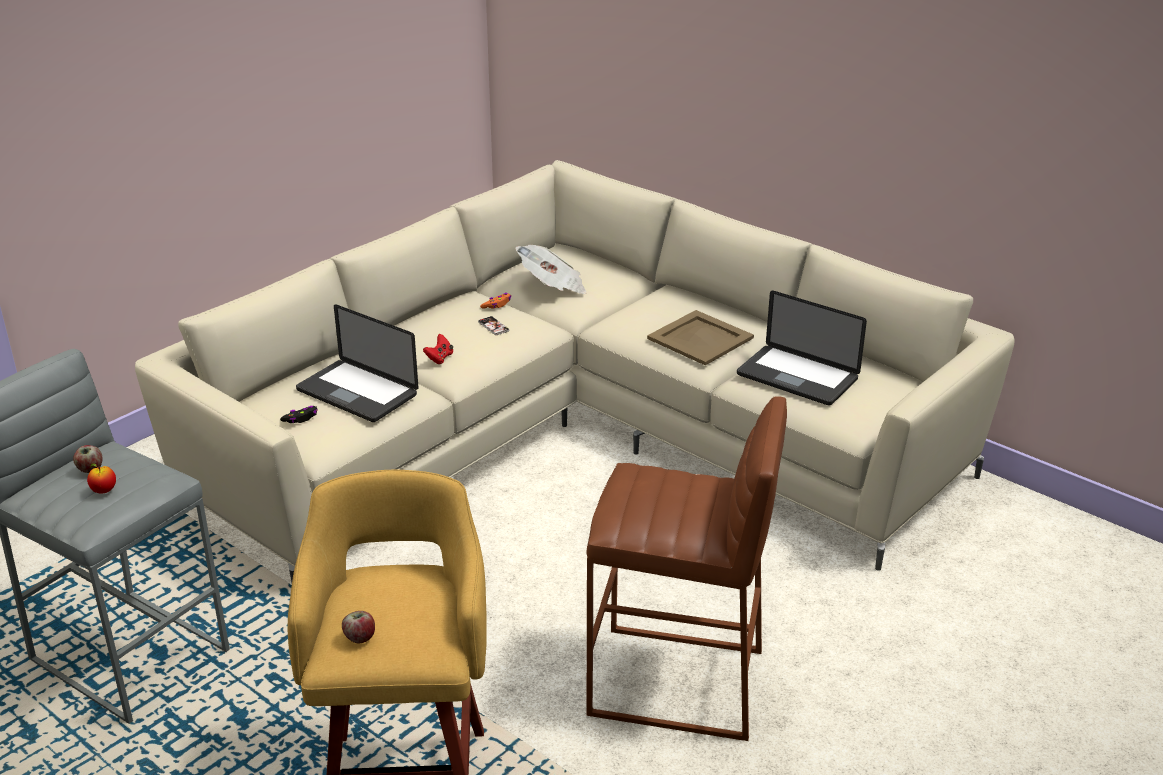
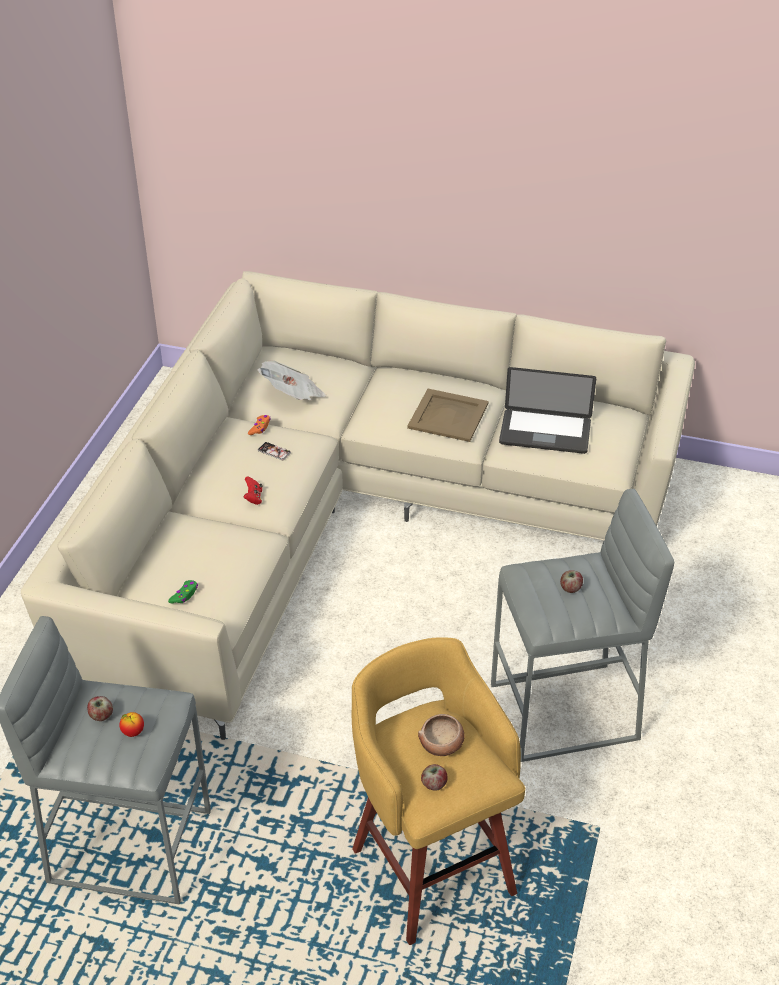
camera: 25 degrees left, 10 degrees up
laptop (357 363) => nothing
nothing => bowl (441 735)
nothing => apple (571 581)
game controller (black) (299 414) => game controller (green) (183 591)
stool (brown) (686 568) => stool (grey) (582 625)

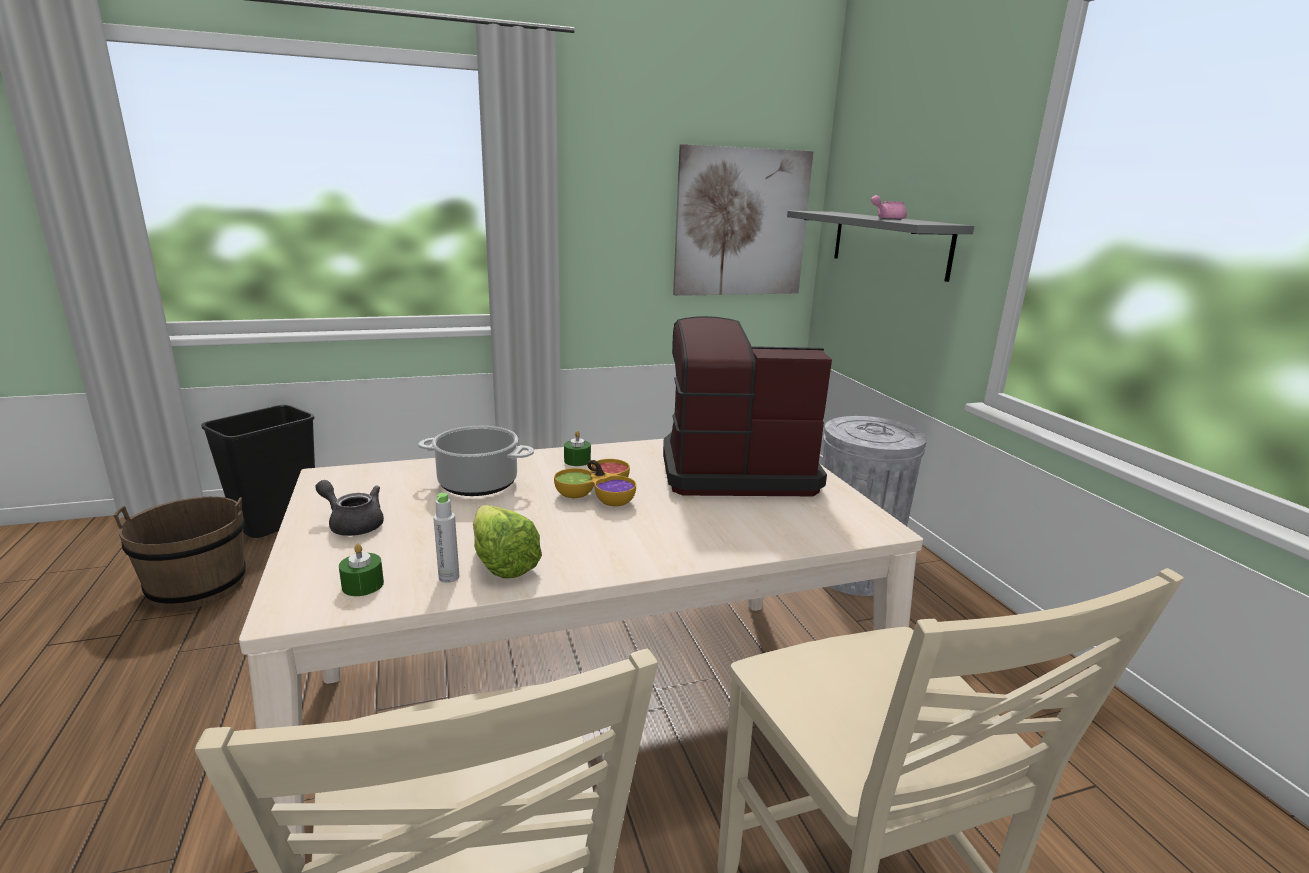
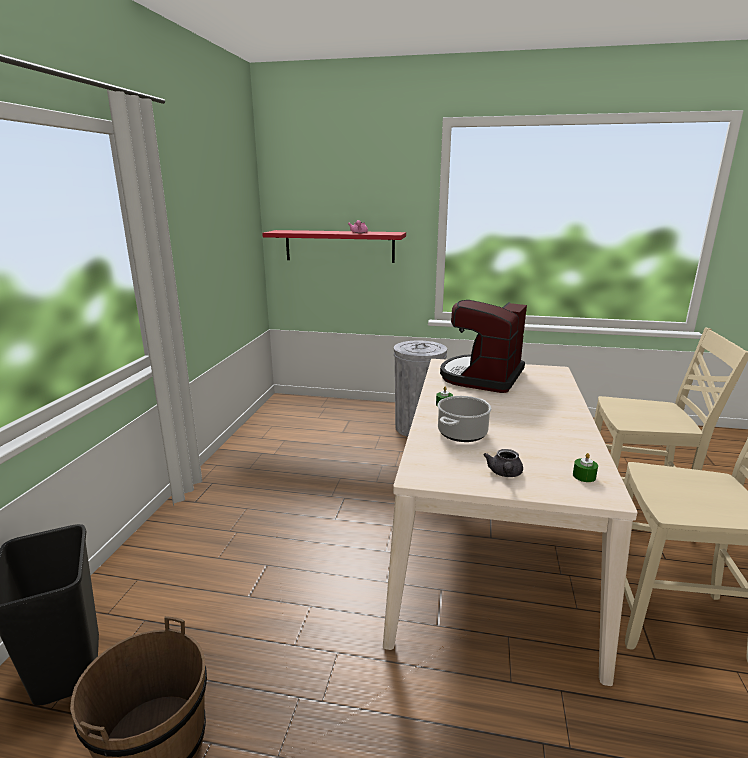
camera: 60 degrees left, 0 degrees up
bottle (grey) (446 538) => nothing
lettuce (507 541) => nothing
bowl (595 482) => nothing
picture (743 220) => nothing
shelf (grey) (880 246) => shelf (red) (334 246)
teapot (grey) (349 508) => teapot (grey) (503 463), 45 degrees counterclockwise

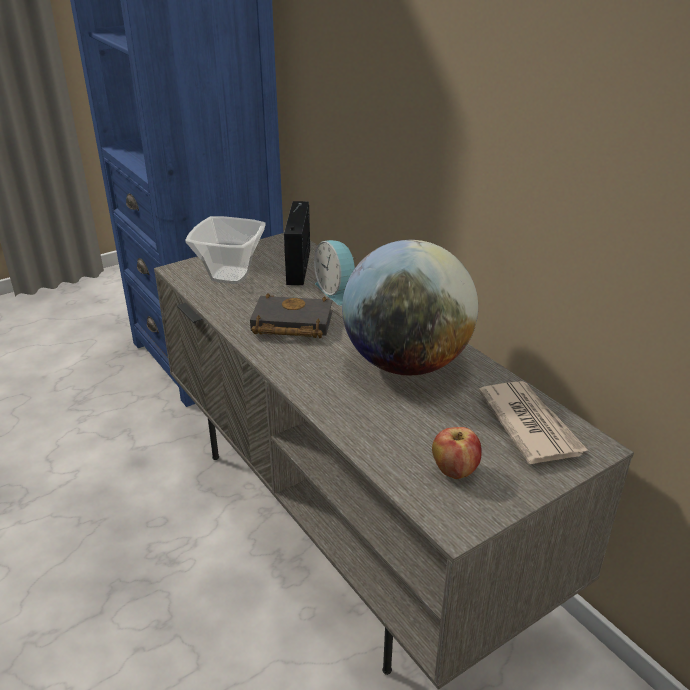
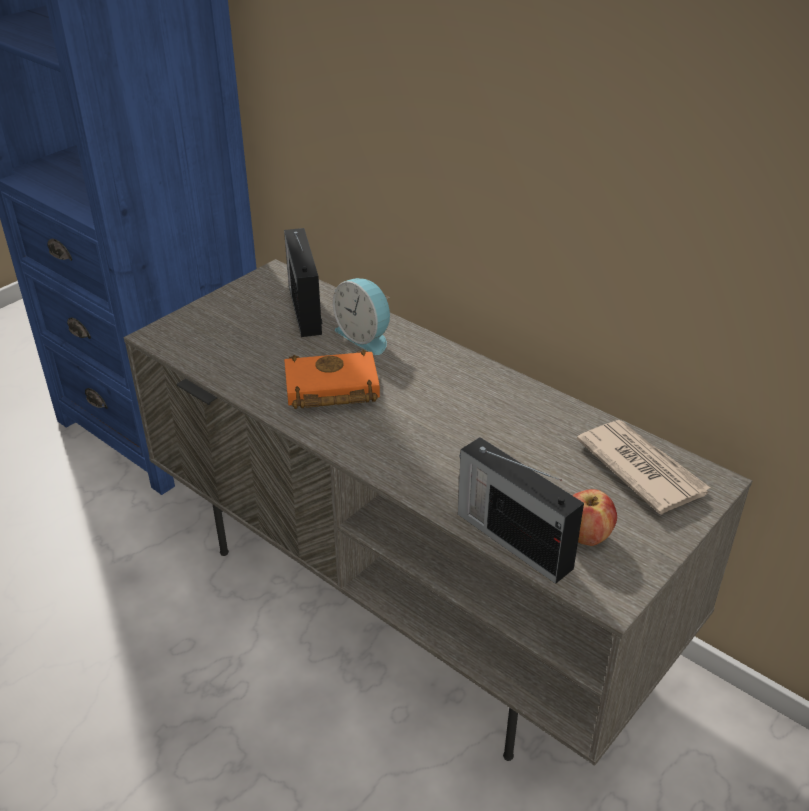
camera: 15 degrees left, 5 degrees up
bowl (225 250) => nothing
globe (410 307) => nothing
nothing => radio (521 510)
book (black) (291 315) => book (orange) (332 379)

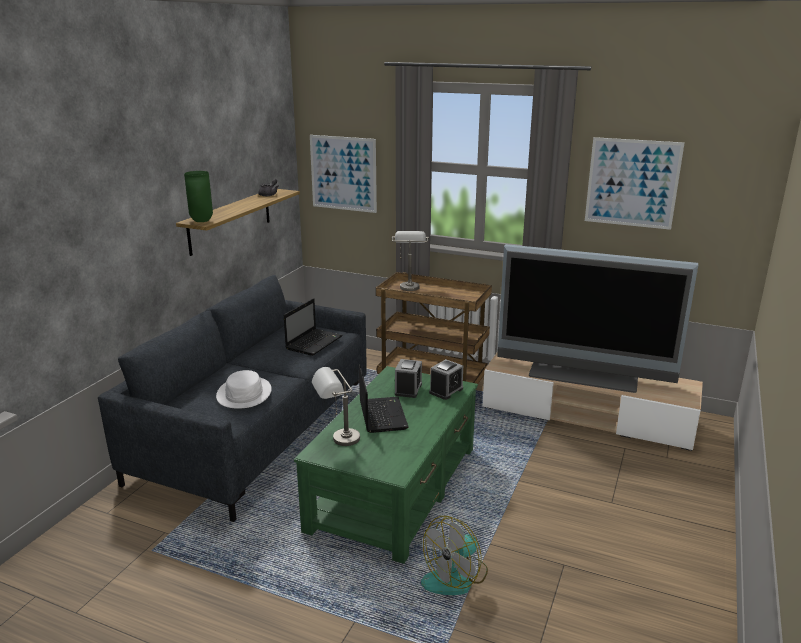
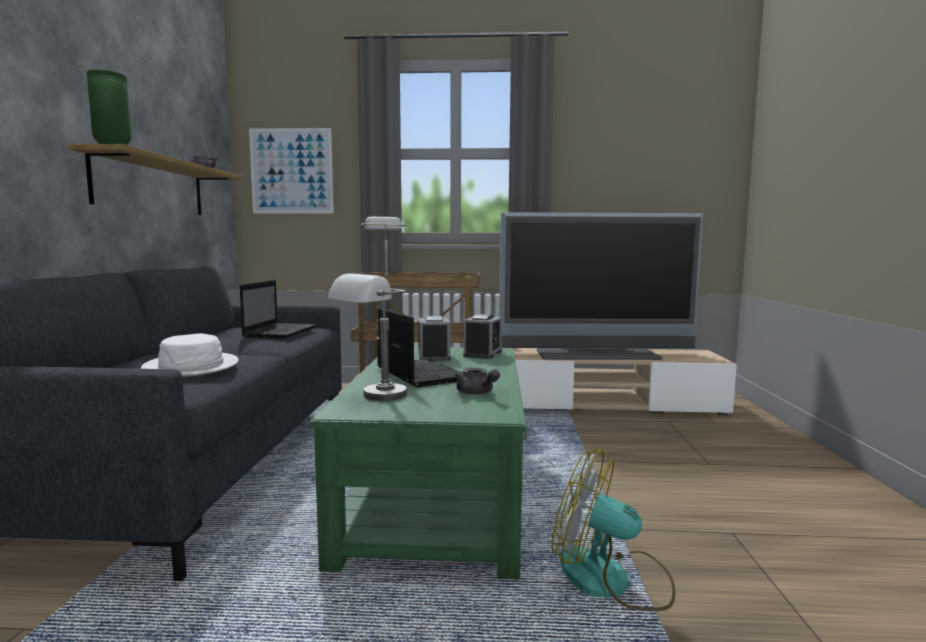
camera: 20 degrees left, 15 degrees down
picture (634 183) => nothing
nothing => teapot (grey) (477 381)
fan (454 555) => fan (613 530), 90 degrees clockwise

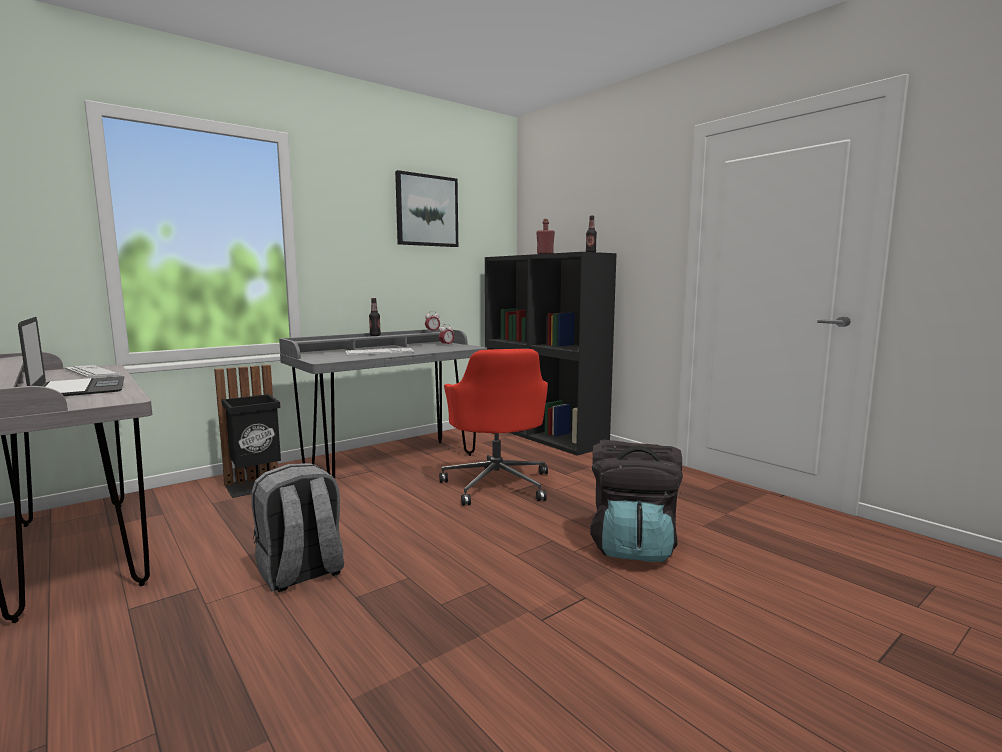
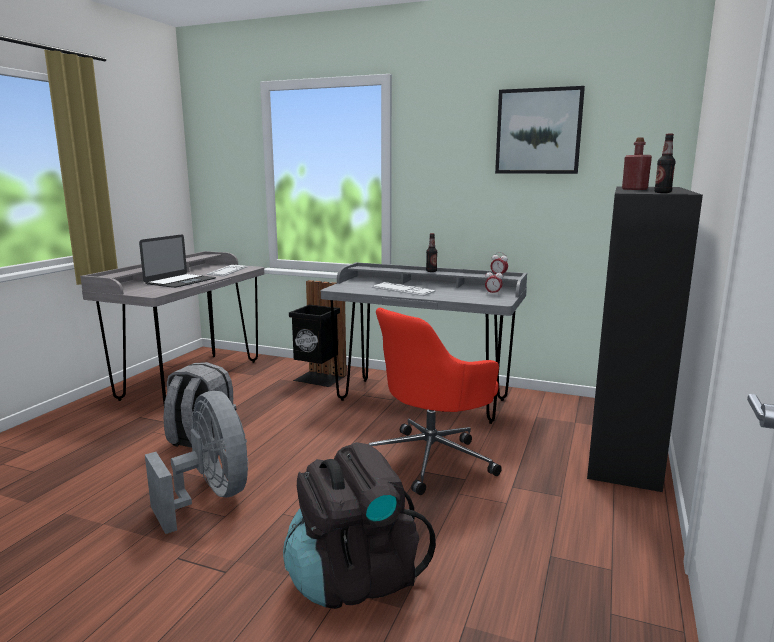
camera: 60 degrees right, 5 degrees up
nothing => fan (grey) (196 462)

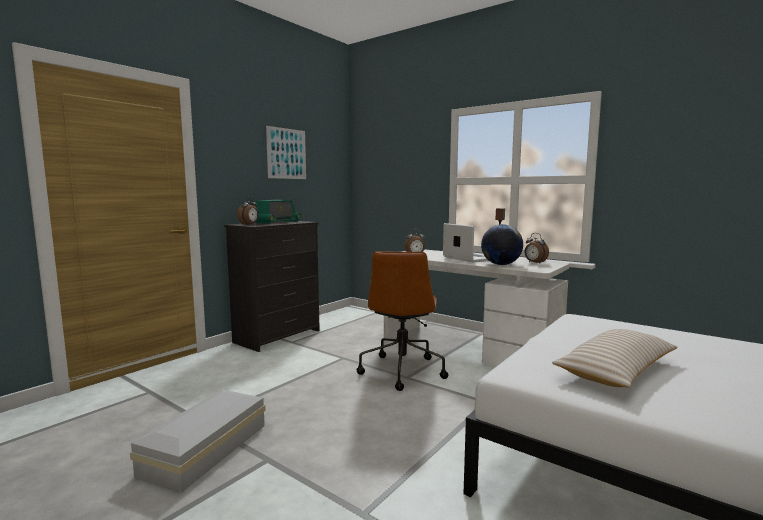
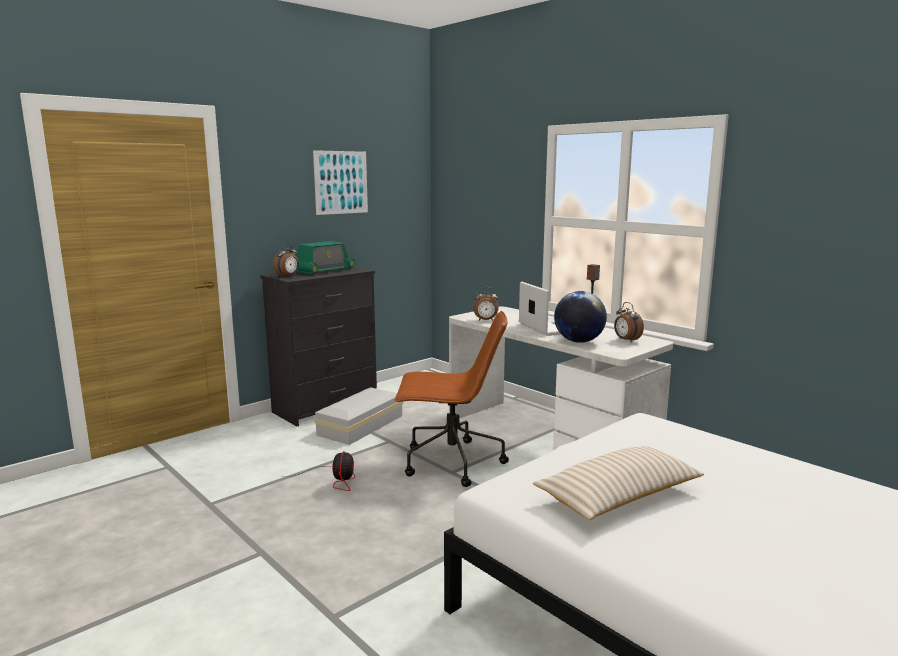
camera: 10 degrees right, 5 degrees up
nothing => fan (319 471)
storage box (white) (198 440) => storage box (white) (358 416), relocated
office chair (brown) (402 321) => office chair (brown) (452 399), 105 degrees counterclockwise

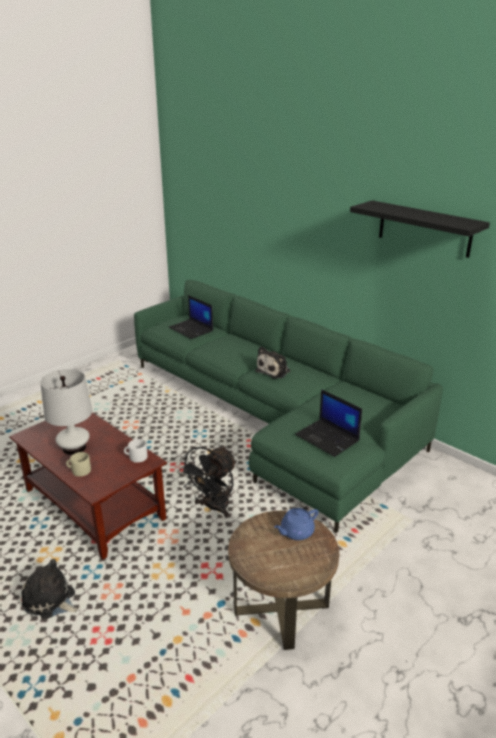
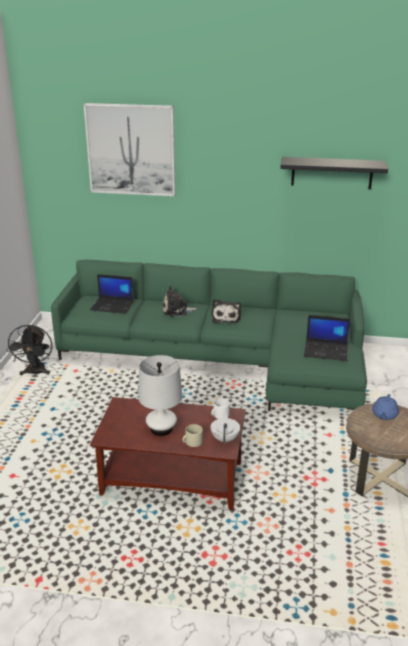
camera: 35 degrees left, 0 degrees up
nothing => picture (129 149)
nothing => teapot (white) (225 428)
plush toy (49 589) => plush toy (180 301), relocated
fan (black) (207 481) => fan (black) (30 350), relocated

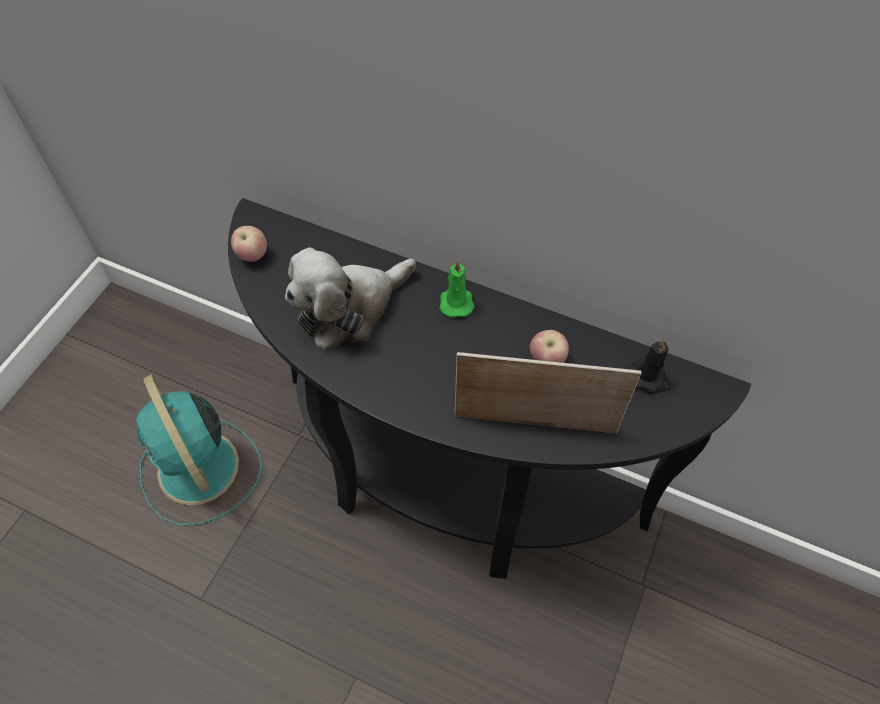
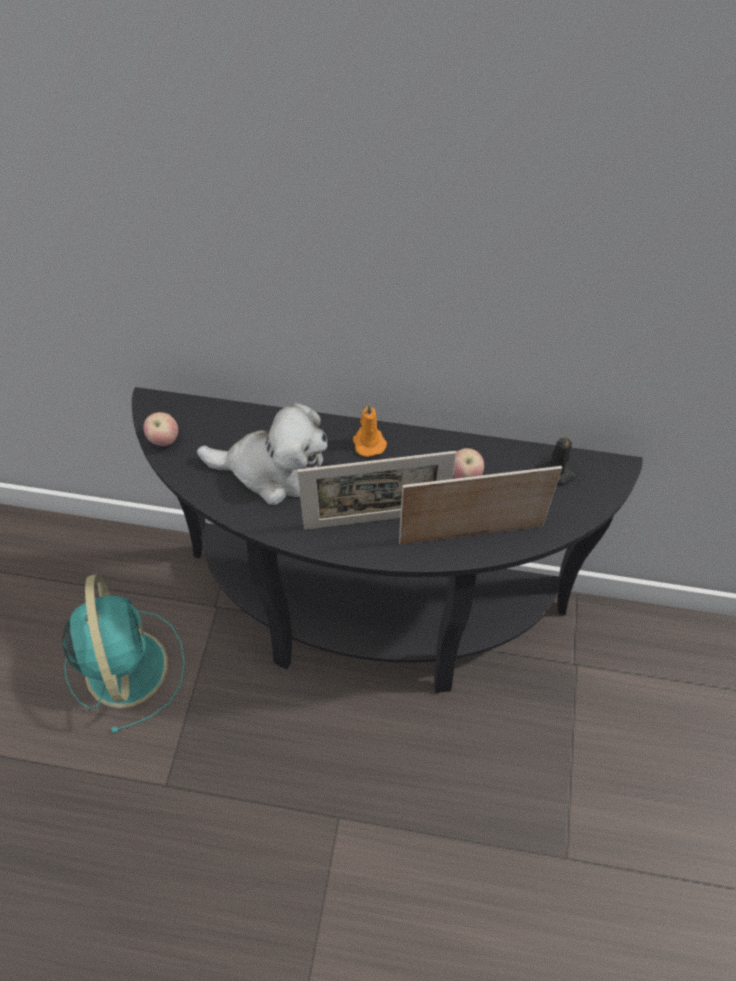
camera: 15 degrees left, 0 degrees up
nothing => picture frame (376 490)
candle (green) (457 288) => candle (orange) (370 430)
fan (turquoise) (199 450) => fan (turquoise) (123 653), 150 degrees counterclockwise
plush toy (350 299) => plush toy (262 453), 120 degrees counterclockwise

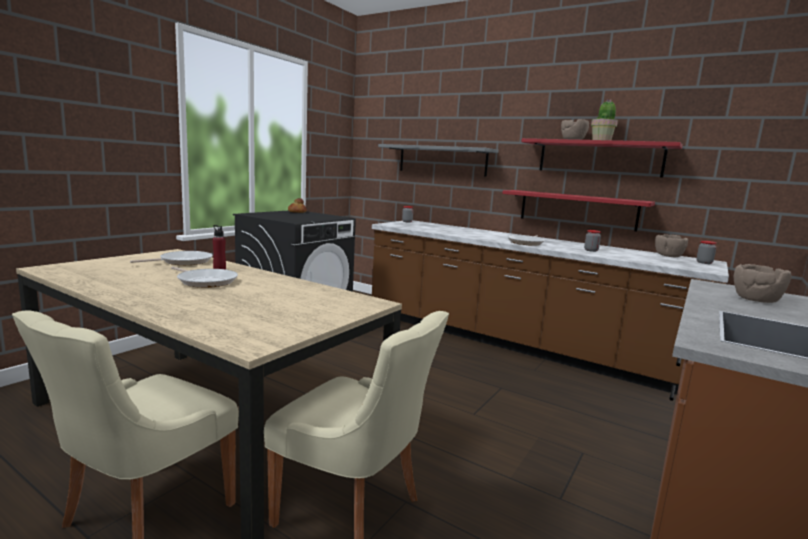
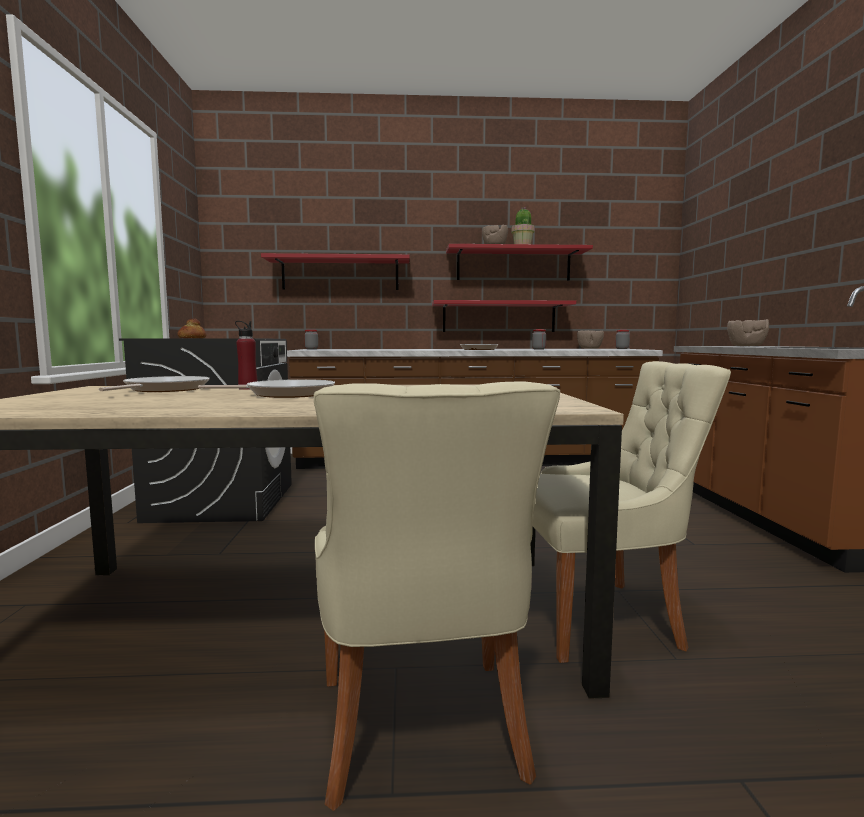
camera: 35 degrees left, 5 degrees down
shelf (grey) (438 160) => shelf (red) (335 271)

